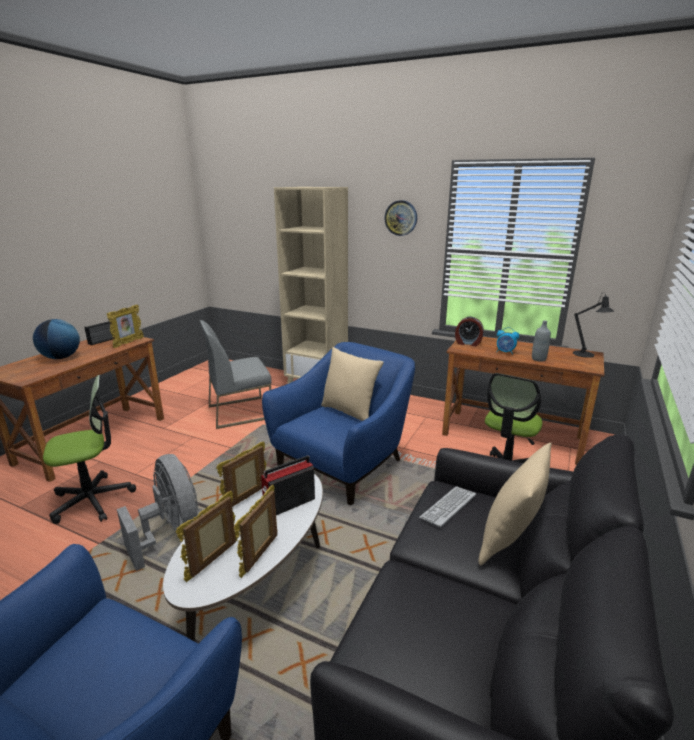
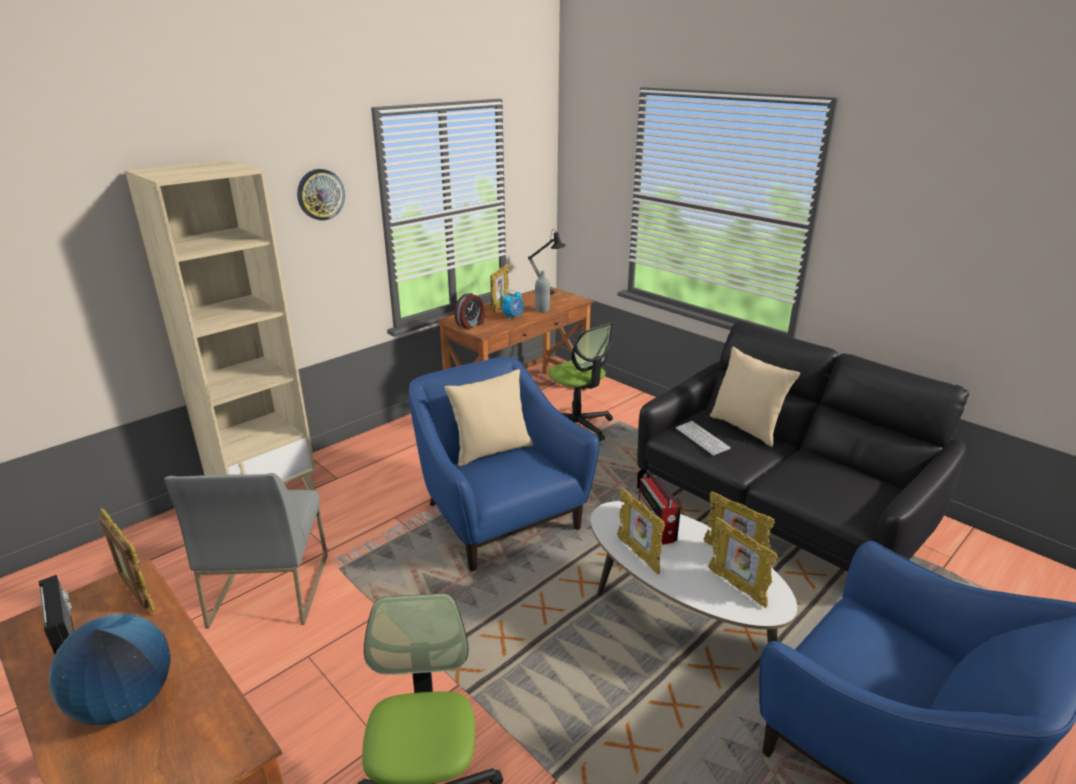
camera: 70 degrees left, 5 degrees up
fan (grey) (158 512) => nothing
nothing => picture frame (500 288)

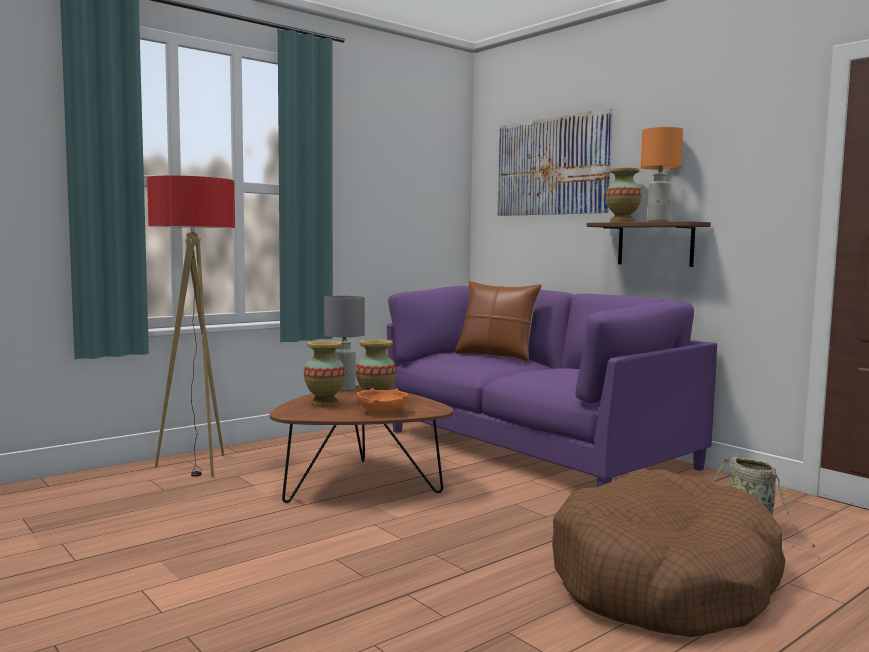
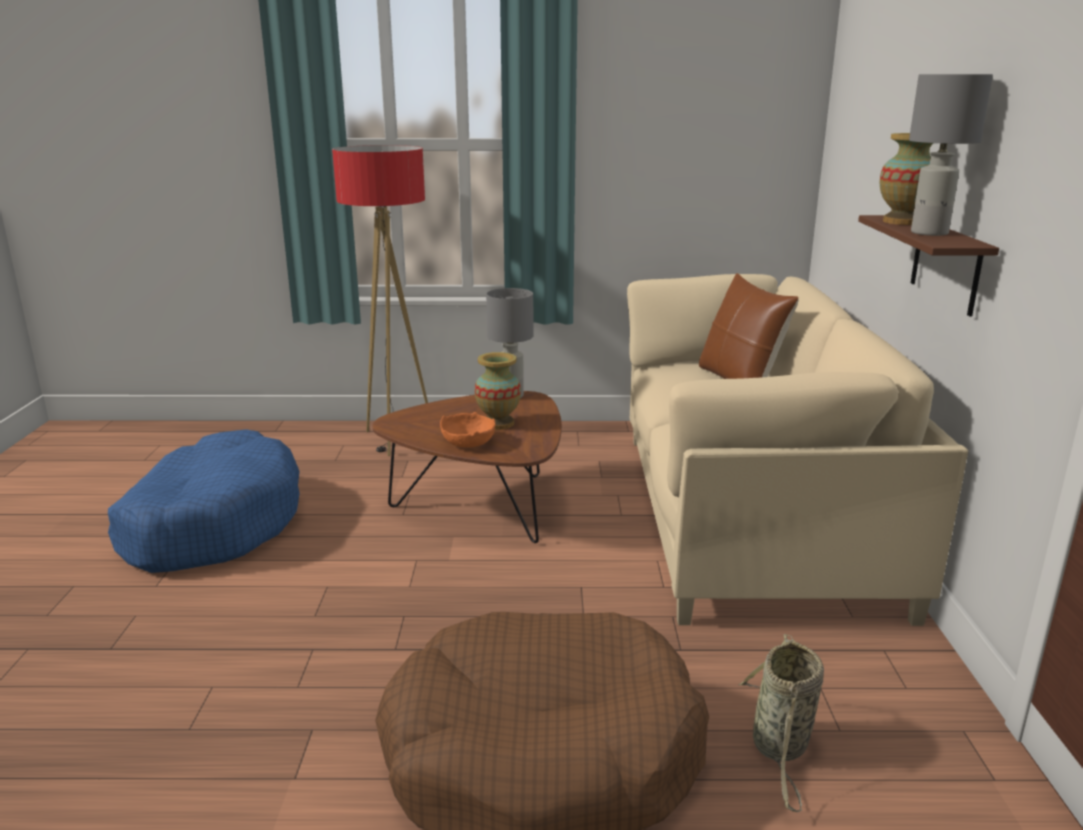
camera: 40 degrees right, 15 degrees up
vase (325 374) => nothing
picture (555 162) => nothing
nothing => dog bed (blue) (204 501)
sofa (purple) (552 386) => sofa (beige) (797 450)
table lamp (orange) (662 174) => table lamp (grey) (951 155)

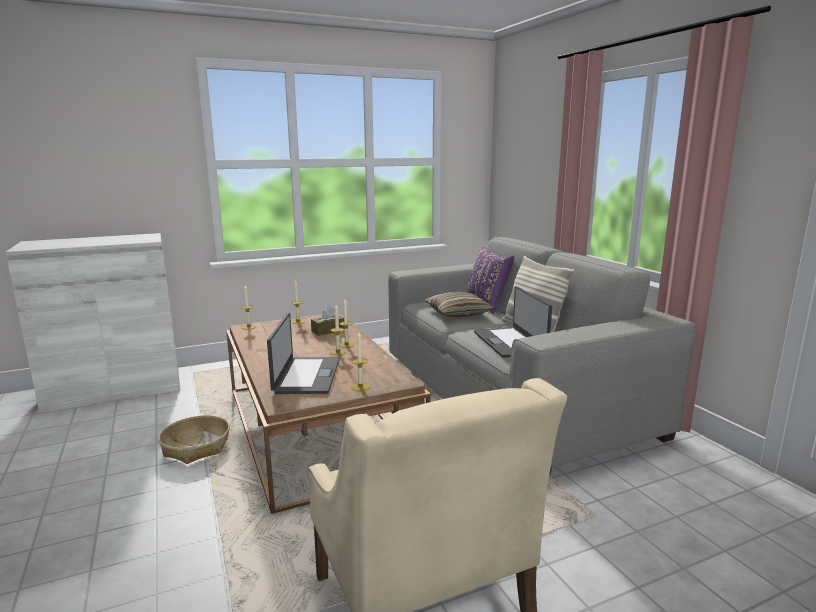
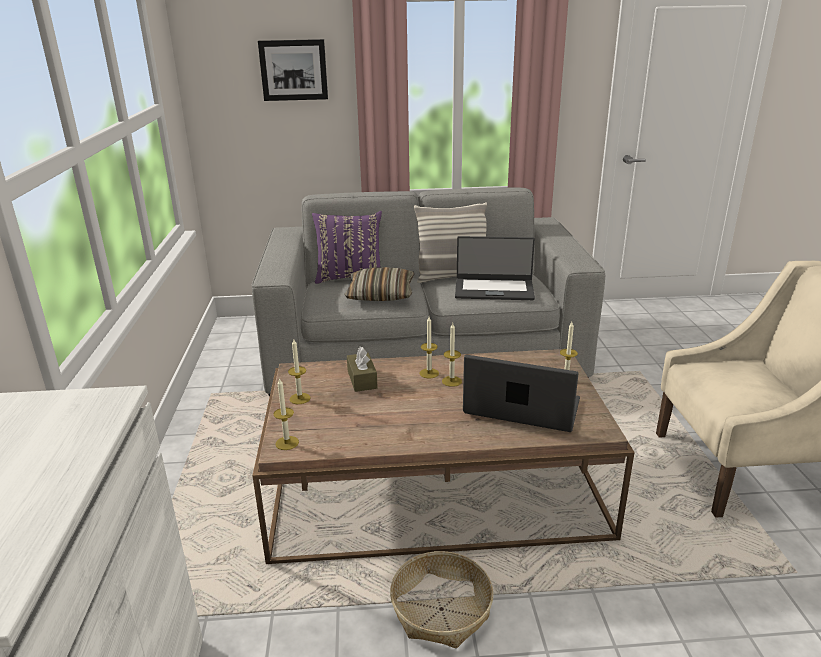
camera: 70 degrees left, 10 degrees up
nothing => picture (293 70)

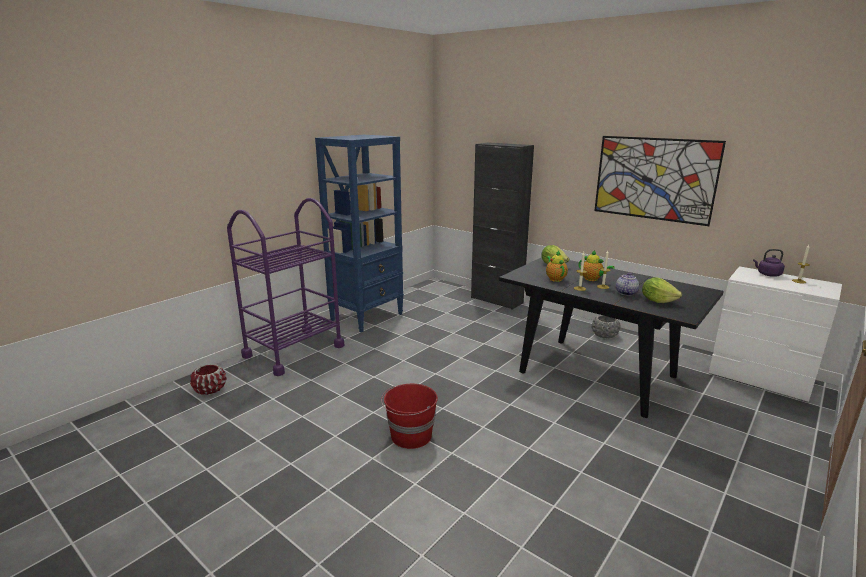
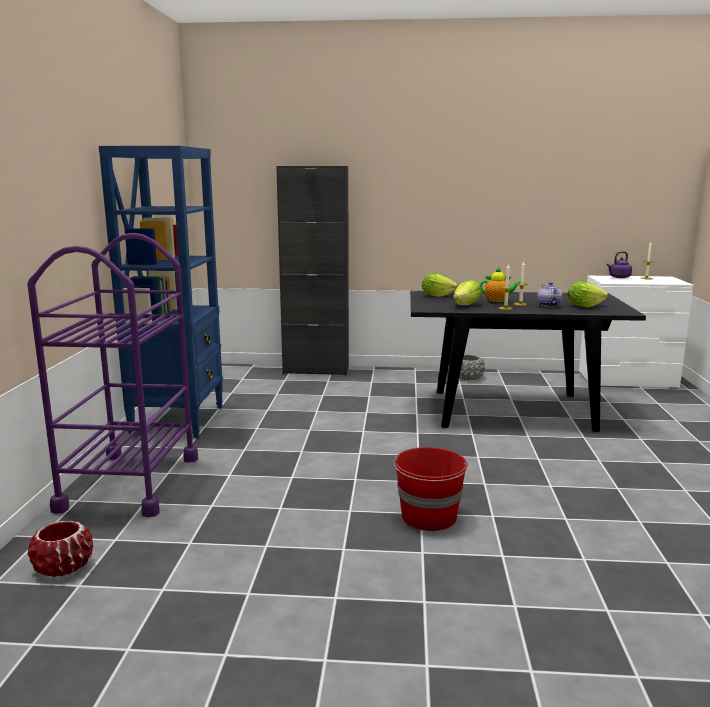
camera: 35 degrees left, 5 degrees down
picture (660 181) => nothing
teapot (557 266) => lettuce (467 292)

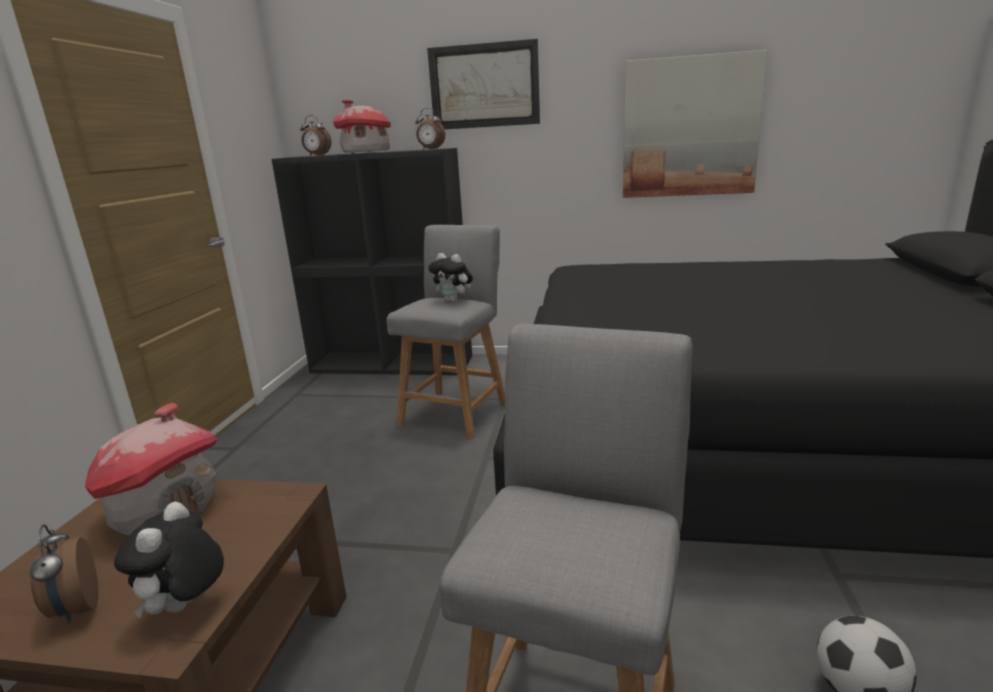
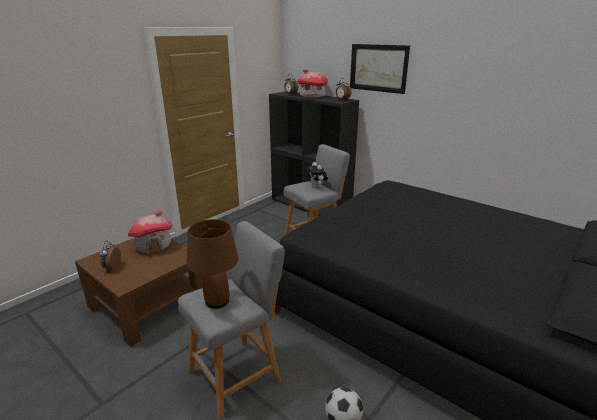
camera: 30 degrees right, 5 degrees up
plush toy (169 560) => nothing
picture (695 124) => nothing
nothing => table lamp (brown) (213 264)

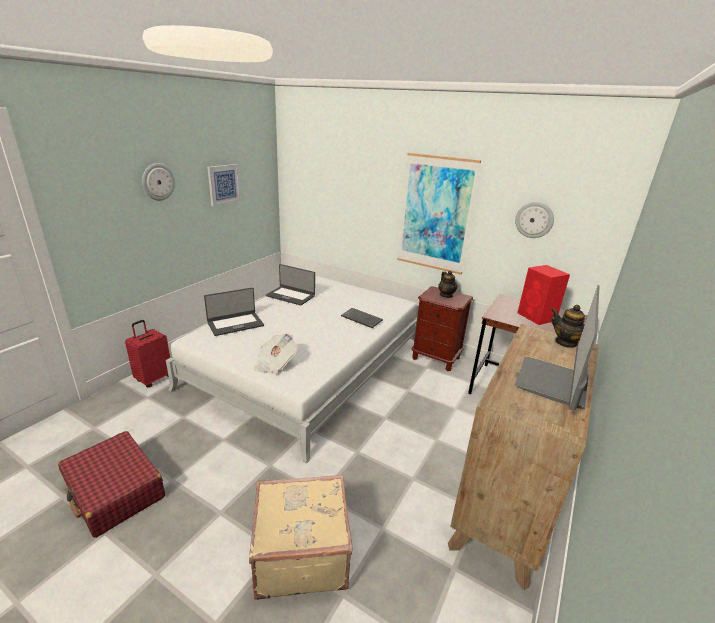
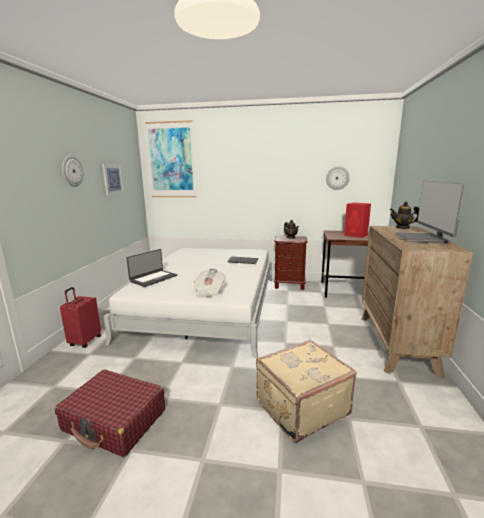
camera: 20 degrees left, 10 degrees down
laptop (290 284) => nothing
picture (439 214) => picture (170 158), relocated

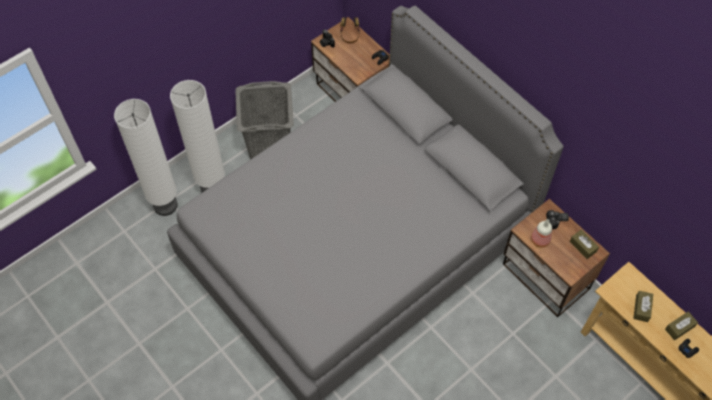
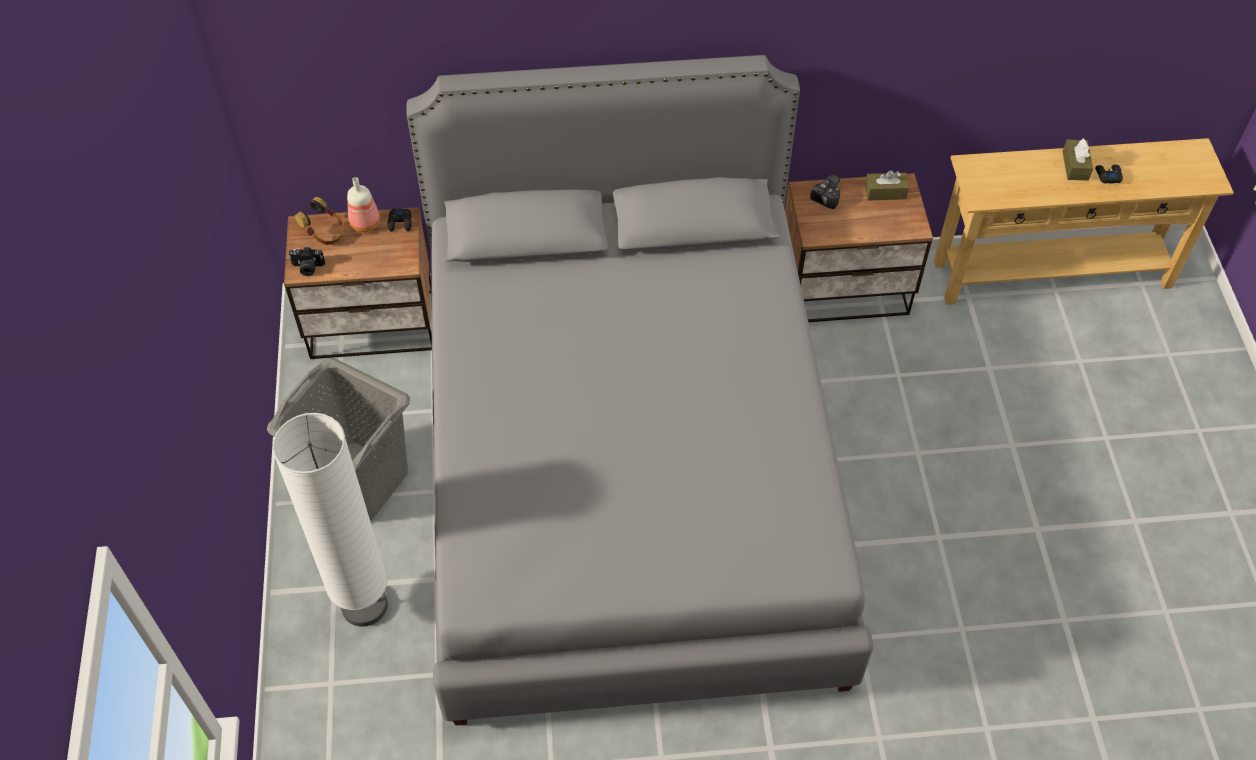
camera: 55 degrees left, 5 degrees down
floor lamp (white) (146 157) => nothing
tissue box (brown) (643 306) => nothing
bottle (541 233) => bottle (363 204), relocated

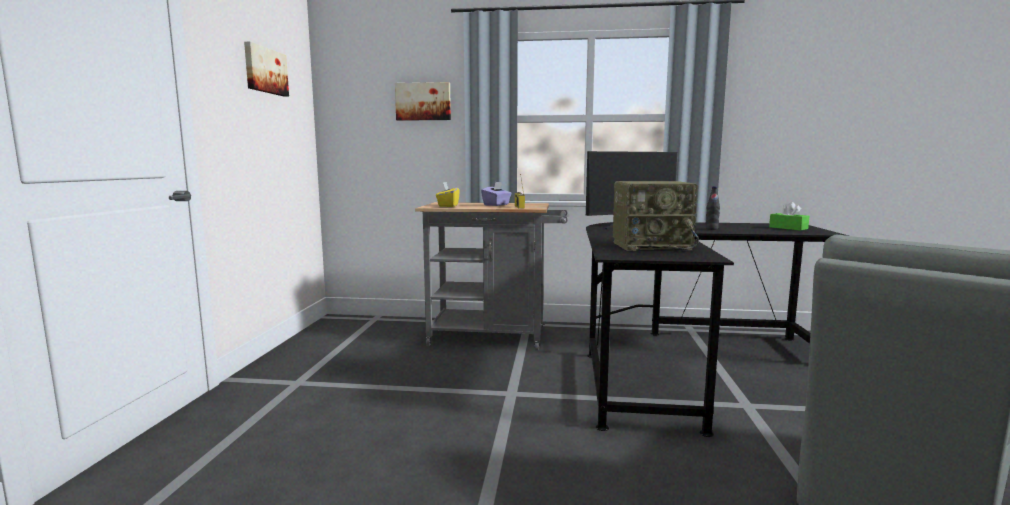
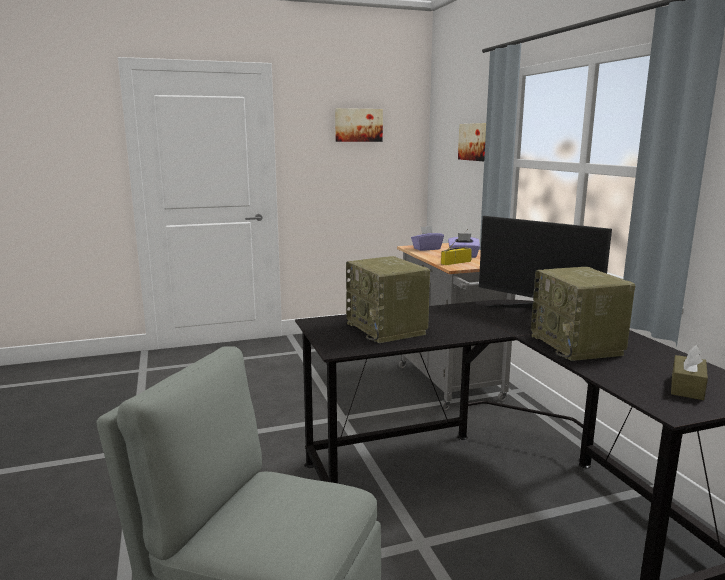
camera: 65 degrees right, 5 degrees up
bottle (black) (713 208) => radio (583 314)
tissue box (yellow) (448 194) => tissue box (purple) (427 238)
tissue box (green) (789 216) => tissue box (brown) (689 372)

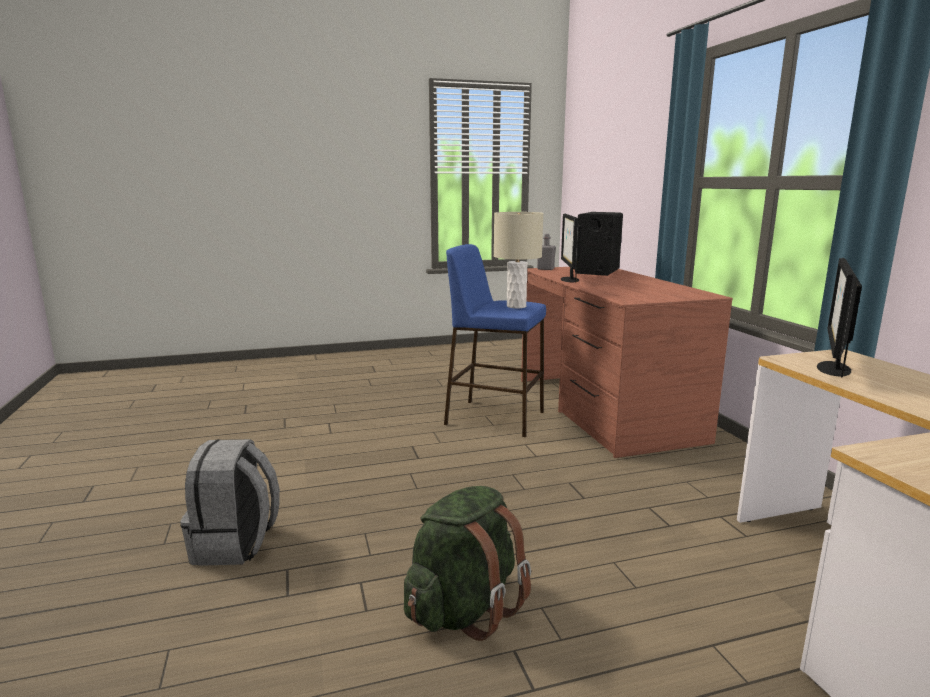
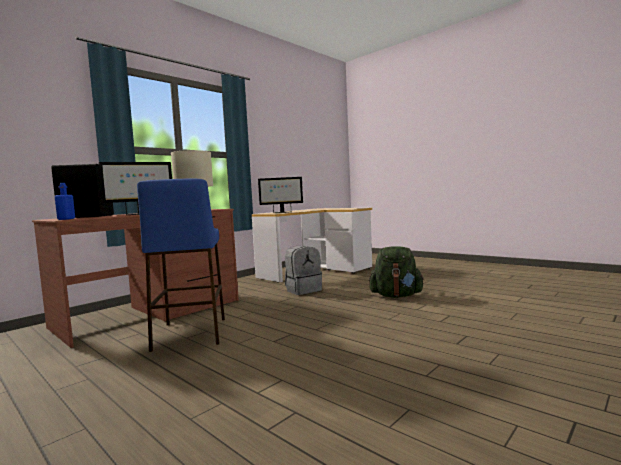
camera: 120 degrees left, 10 degrees down
backpack (grey) (230 502) => backpack (grey) (303 270), relocated
bottle (grey) (546 252) => bottle (blue) (65 201)

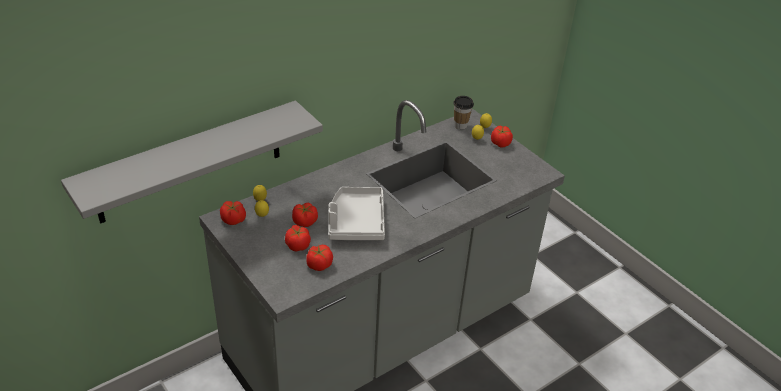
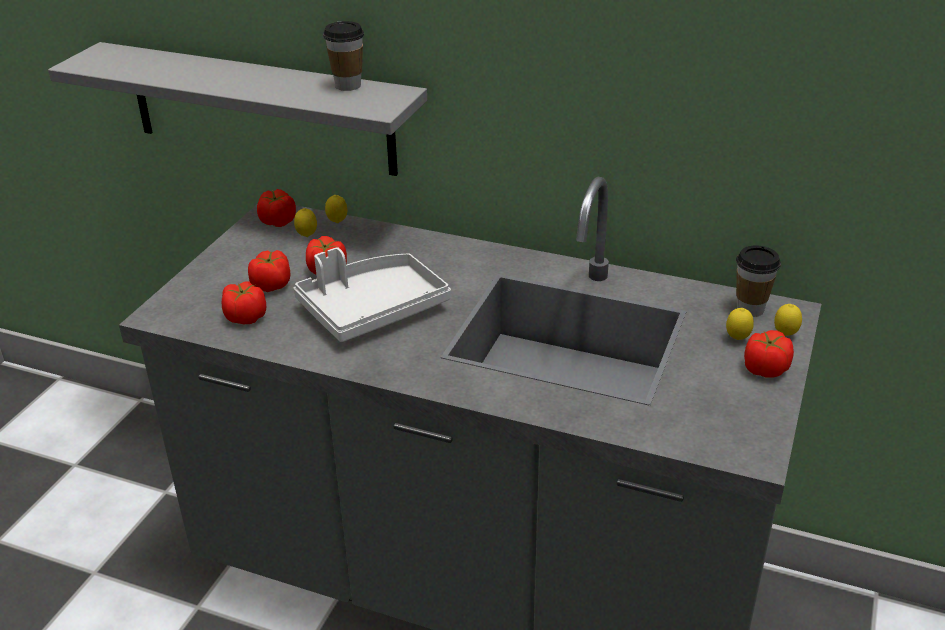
camera: 60 degrees right, 5 degrees down
nothing => cup (343 56)

